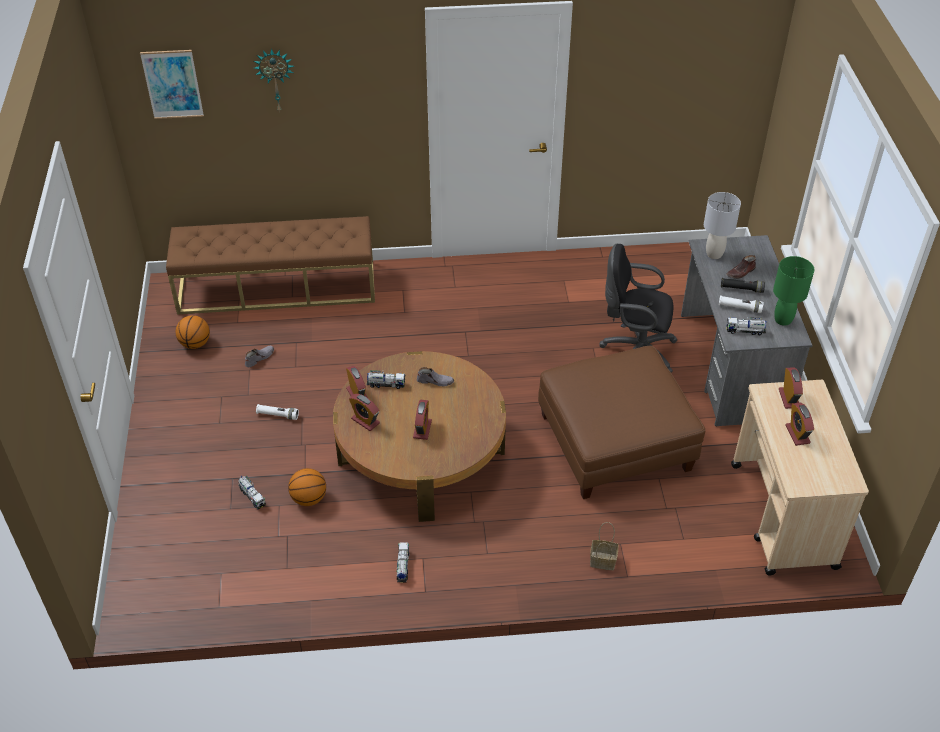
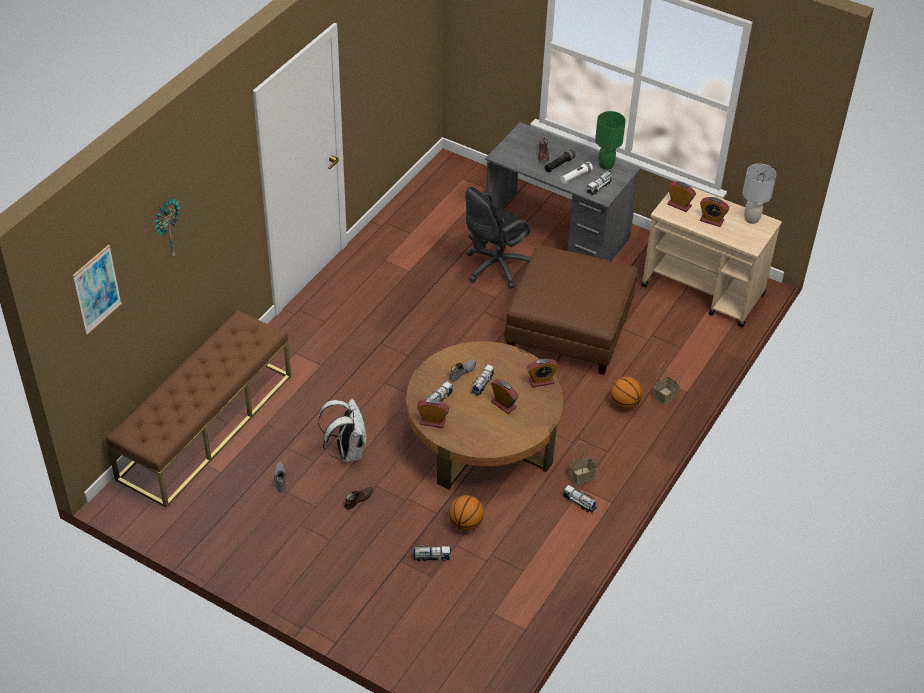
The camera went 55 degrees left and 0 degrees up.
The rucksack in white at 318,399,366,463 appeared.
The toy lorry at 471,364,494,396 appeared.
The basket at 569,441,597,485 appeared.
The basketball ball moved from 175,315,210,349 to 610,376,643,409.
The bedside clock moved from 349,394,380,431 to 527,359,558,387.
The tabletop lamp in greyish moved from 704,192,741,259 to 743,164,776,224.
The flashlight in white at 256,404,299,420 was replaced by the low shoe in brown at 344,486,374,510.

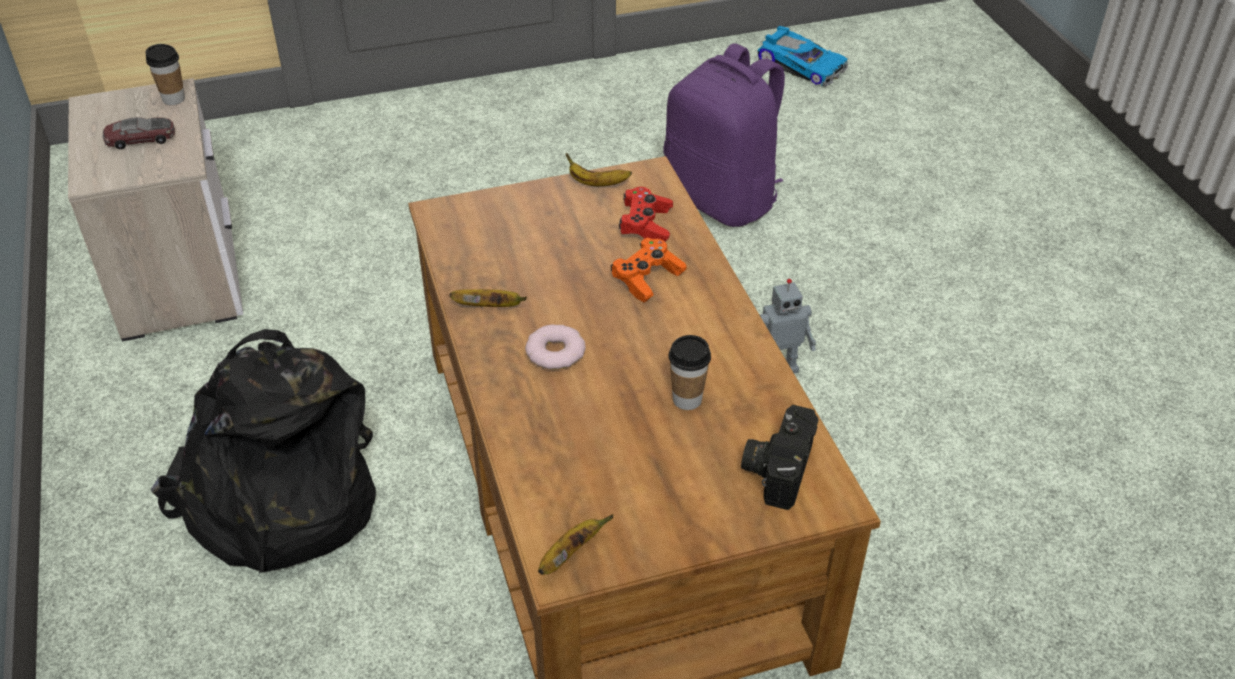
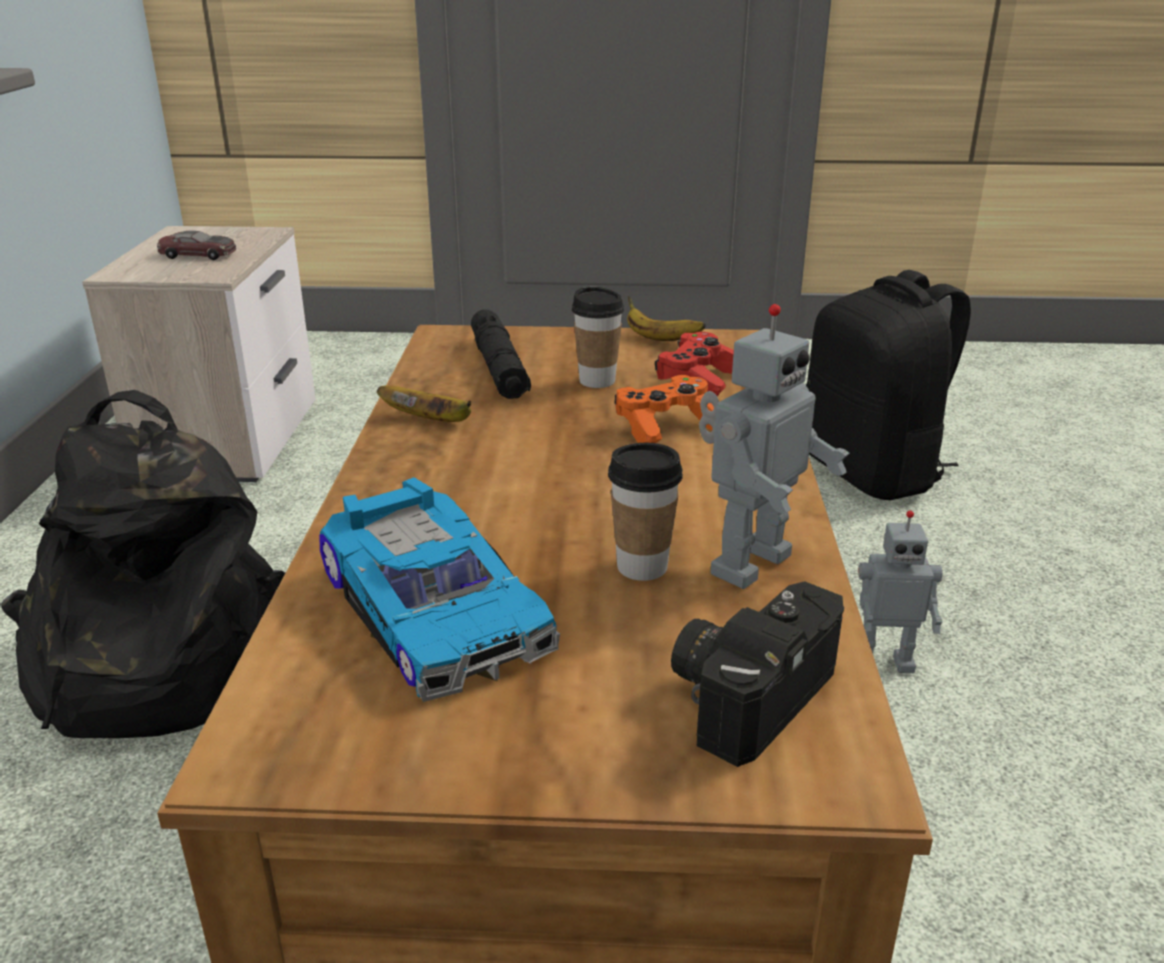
The camera went 20 degrees right and 15 degrees down.
The donut at 525,325,586,370 disappeared.
The banana fruit at 538,514,614,575 disappeared.
The flashlight in blackish at 471,309,531,399 appeared.
The toy robot at 699,304,850,589 appeared.
The small cup moved from 146,44,185,105 to 572,287,624,388.
The toy car moved from 758,26,848,87 to 319,477,560,702.
The rucksack in purplish at 664,43,785,227 became the rucksack in blackish at 806,270,971,500.

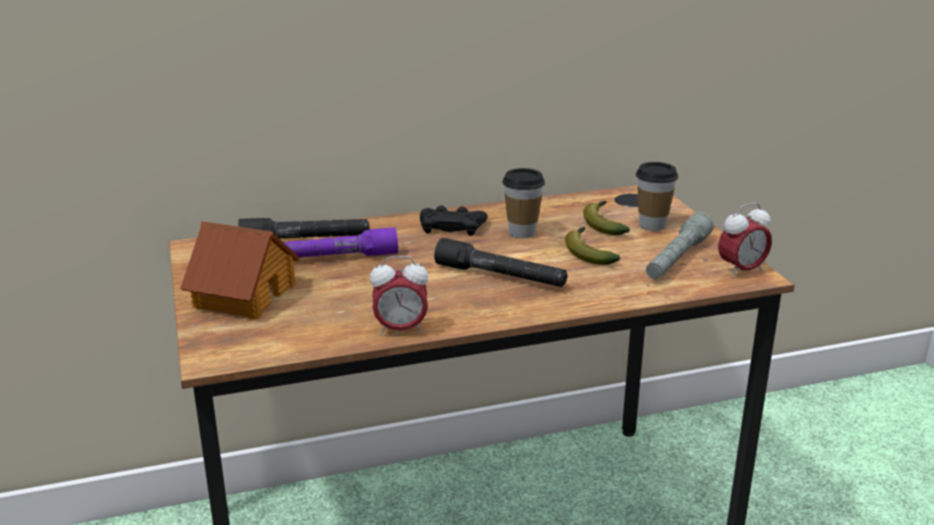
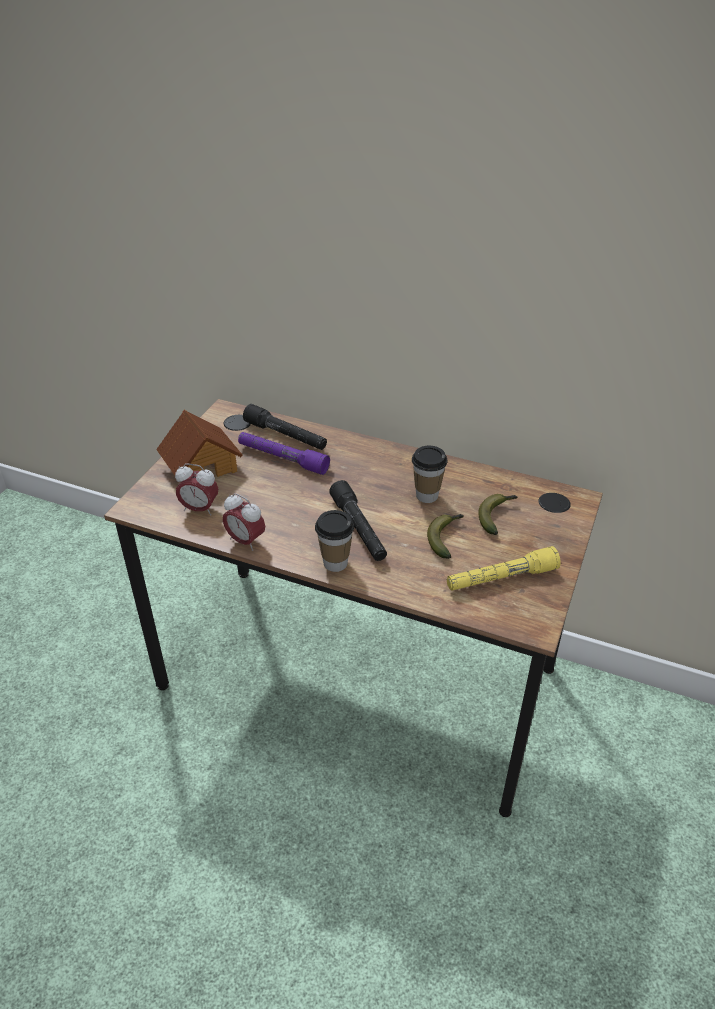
The camera went 40 degrees right and 15 degrees up.
The game controller in blackish at 420,205,487,236 disappeared.
The small cup moved from 636,162,678,231 to 315,510,354,572.
The bedside clock moved from 718,203,772,278 to 175,463,218,516.
The flashlight in greyish at 646,212,714,279 became the flashlight in yellowish at 447,546,561,591.

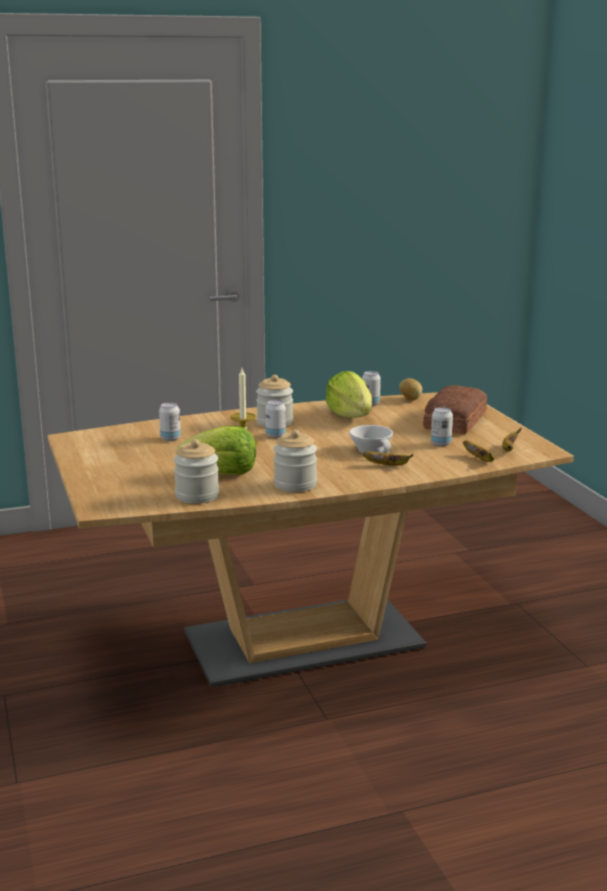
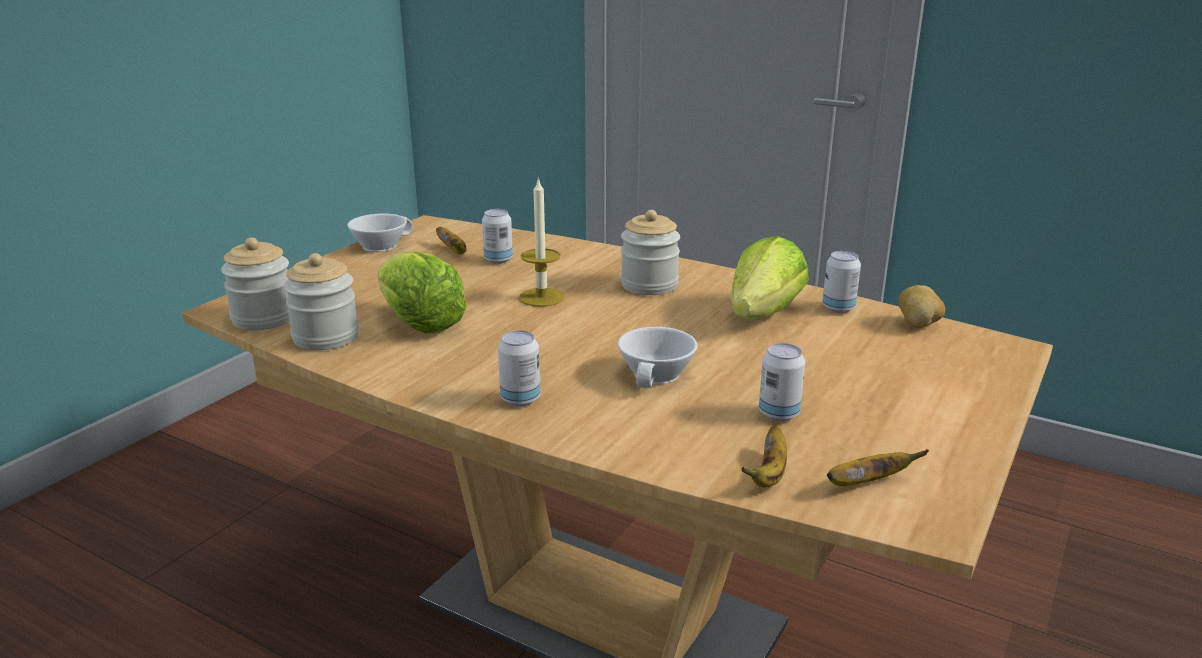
The camera went 50 degrees right and 5 degrees up.
The bread at 423,385,487,434 disappeared.
The small cup in white at 348,214,412,252 appeared.
The can moved from 265,400,286,438 to 498,330,540,406.
The jar moved from 274,430,317,492 to 221,237,290,330.
The banana fruit moved from 363,452,413,466 to 436,227,467,255.

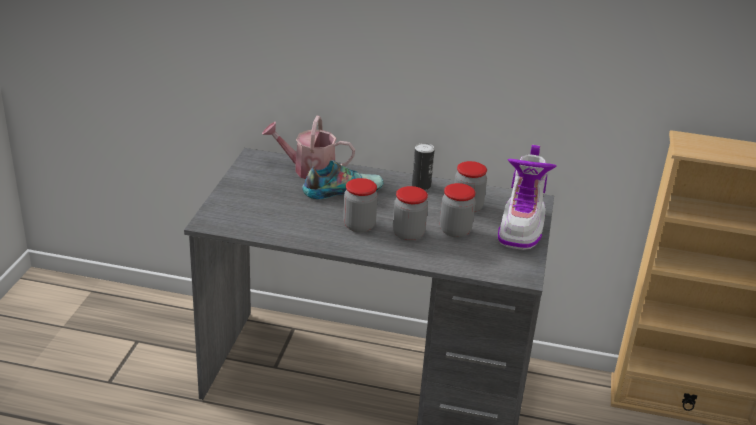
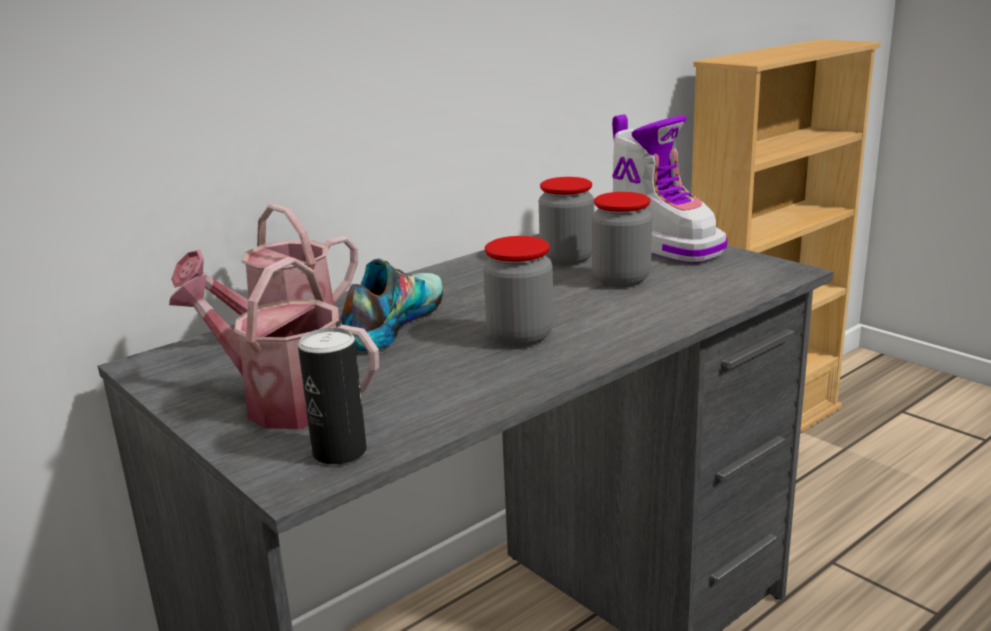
The camera went 50 degrees left and 10 degrees down.
The jar at 393,186,428,241 disappeared.
The sprinkling can at 169,257,379,429 appeared.
The can moved from 412,143,435,190 to 298,328,367,464.

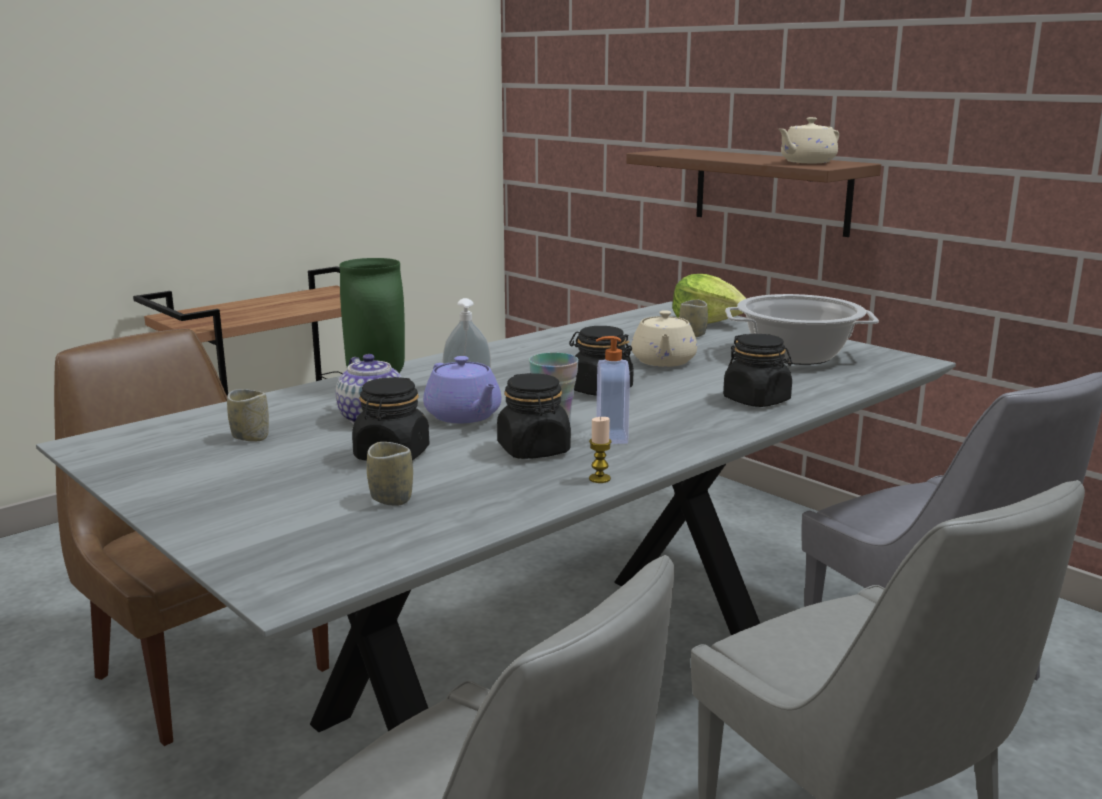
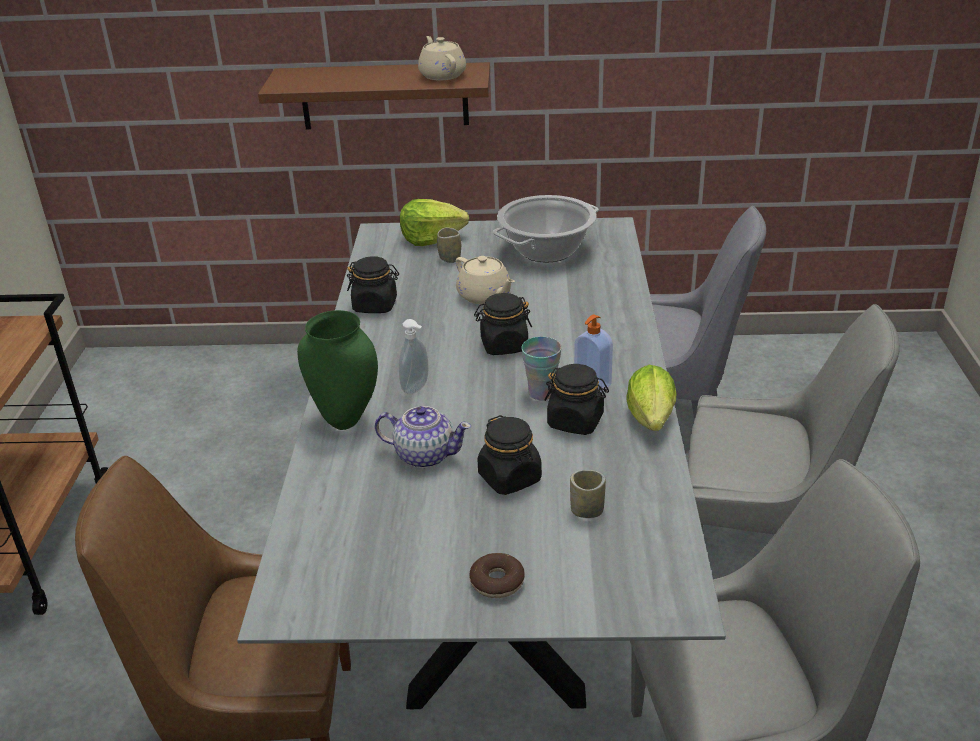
The camera went 45 degrees left and 15 degrees up.
The small cup at 227,389,269,442 disappeared.
The teapot in purplish at 423,356,502,423 disappeared.
The donut at 469,553,525,598 appeared.
The jar in blackish moved from 723,334,792,407 to 347,257,399,313.
The wax light at 589,417,612,483 was replaced by the head of lettuce at 626,365,677,431.
The teapot in beige-coloured at 778,117,839,163 turned 150 degrees clockwise.

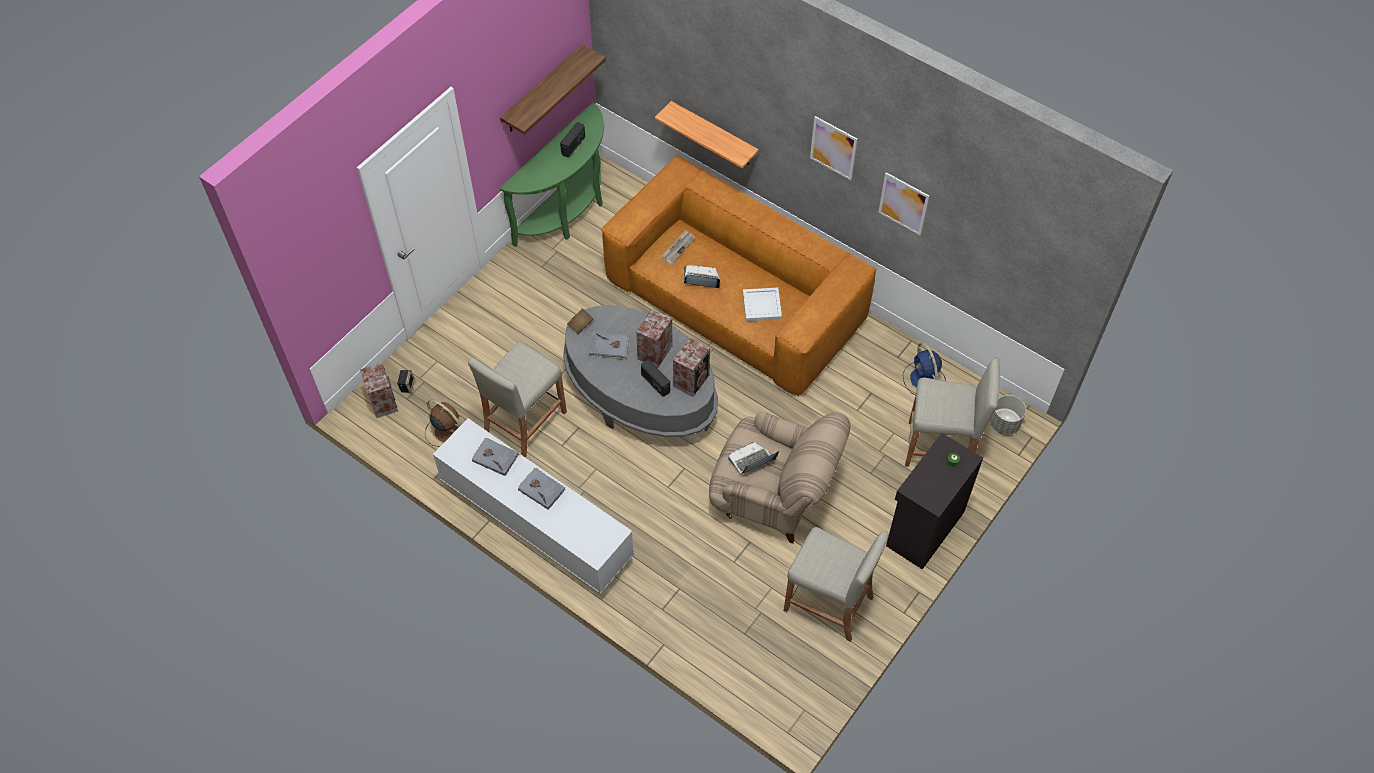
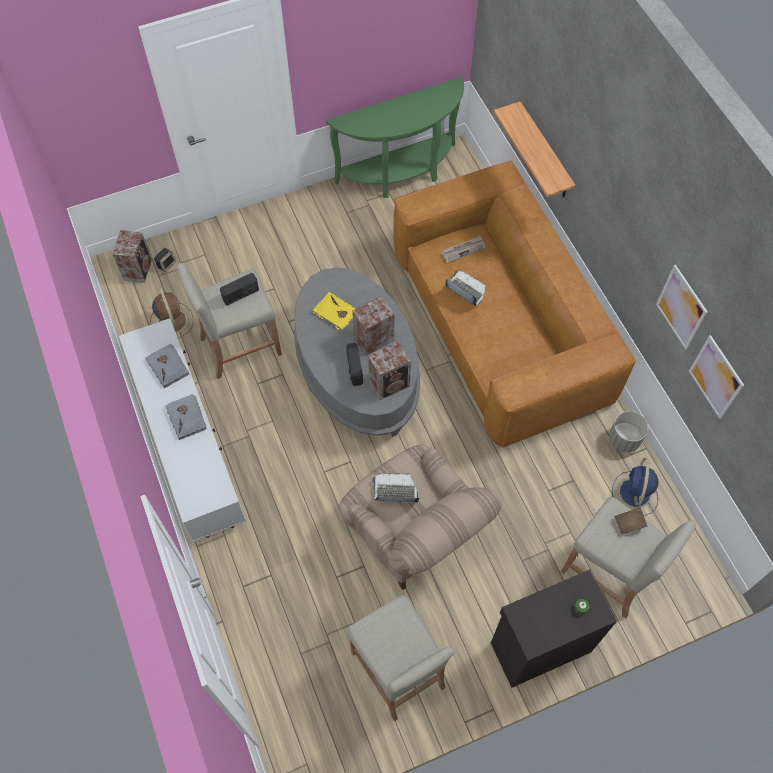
The camera went 30 degrees right and 5 degrees up.
The bracket shelf at 500,45,606,135 disappeared.
The serving tray in white at 743,288,782,321 disappeared.
The radio receiver moved from 560,122,585,158 to 220,273,259,306.
The bound book in brown moved from 567,308,594,335 to 614,508,647,534.
The picture moved from 810,116,858,180 to 689,335,744,419.
The flower pot in greyish moved from 990,395,1026,435 to 609,411,648,452.
The bound book in greyish at 589,332,629,360 became the bound book in yellowish at 312,292,356,333.

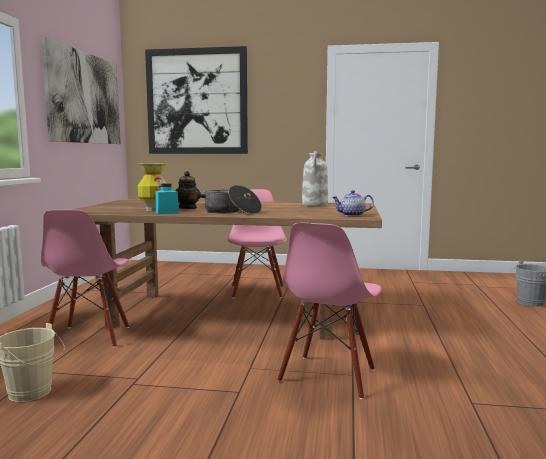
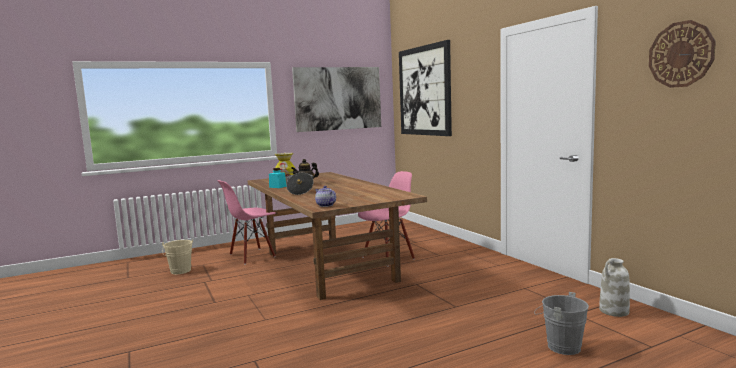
The camera went 55 degrees right and 0 degrees up.
The plain chair in pinkish at 277,223,382,399 disappeared.
The wall clock at 649,20,716,88 appeared.
The decorative vase in white moved from 302,151,328,207 to 599,258,630,317.

